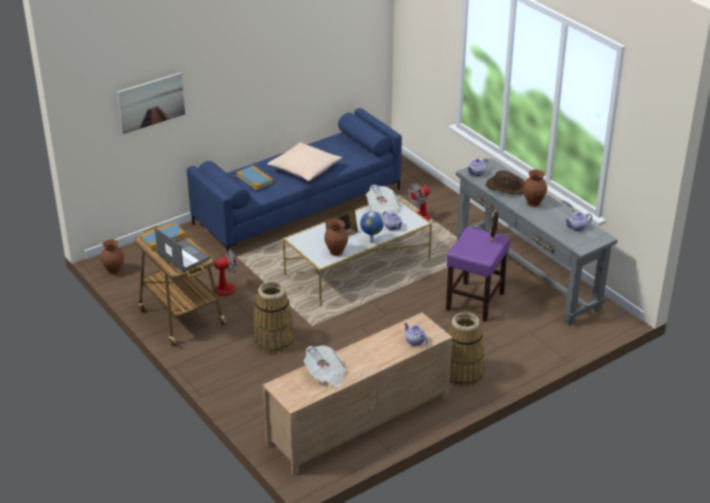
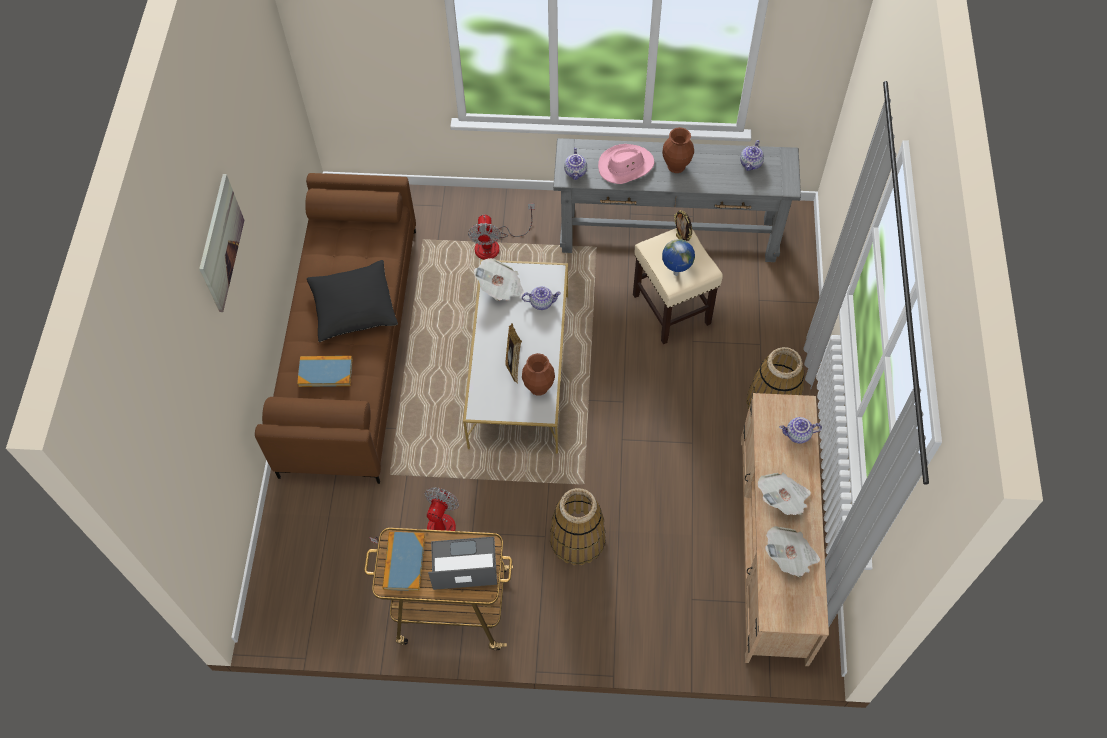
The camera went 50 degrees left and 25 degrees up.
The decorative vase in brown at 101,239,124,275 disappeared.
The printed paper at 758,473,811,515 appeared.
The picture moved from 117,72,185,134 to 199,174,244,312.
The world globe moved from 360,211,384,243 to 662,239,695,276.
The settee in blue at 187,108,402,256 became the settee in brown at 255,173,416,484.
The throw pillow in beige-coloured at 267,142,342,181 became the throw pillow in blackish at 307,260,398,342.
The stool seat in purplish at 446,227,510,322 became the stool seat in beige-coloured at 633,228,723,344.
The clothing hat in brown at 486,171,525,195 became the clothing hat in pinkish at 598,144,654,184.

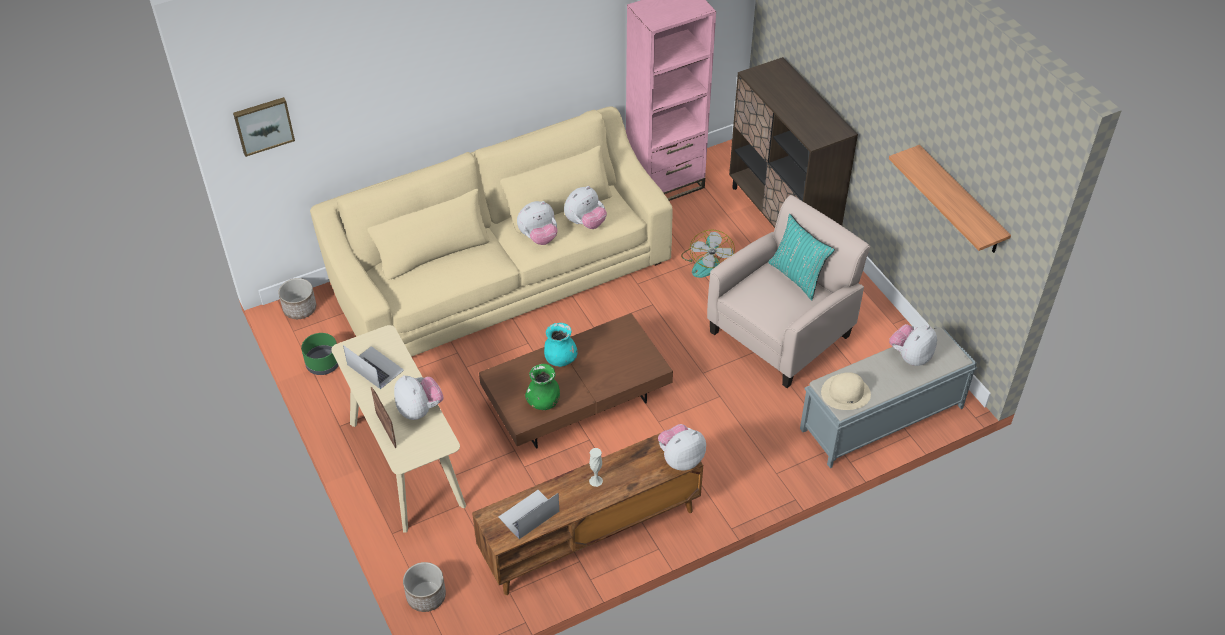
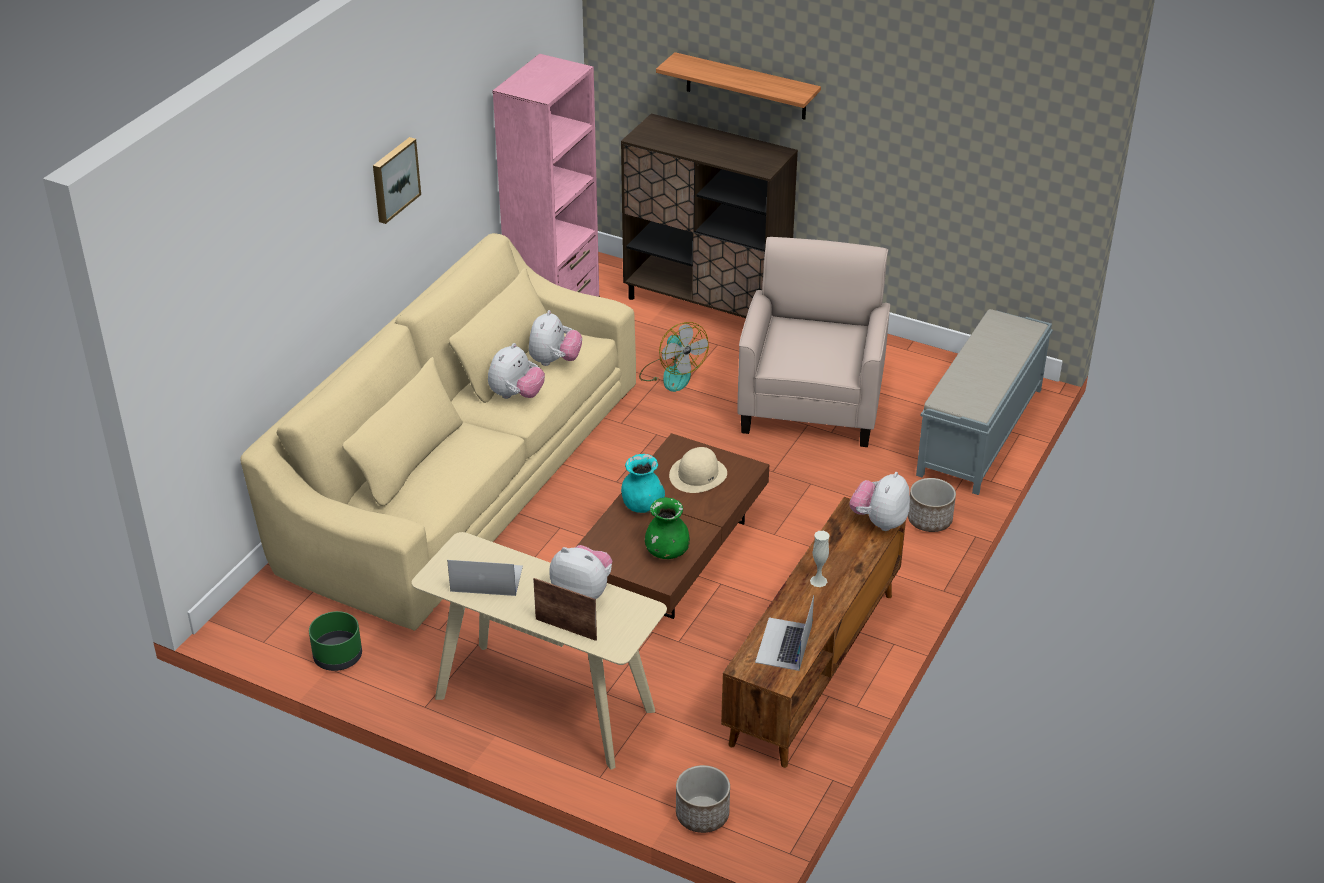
The camera went 35 degrees left and 10 degrees down.
The throw pillow in turquoise at 768,214,835,300 disappeared.
The soft toy at 889,324,937,366 disappeared.
The picture moved from 233,97,295,157 to 373,137,421,224.
The flower pot moved from 278,278,316,319 to 908,478,956,532.
The clothing hat in beige-coloured moved from 821,372,871,410 to 669,447,727,493.
The bracket shelf moved from 889,145,1011,253 to 656,52,821,120.

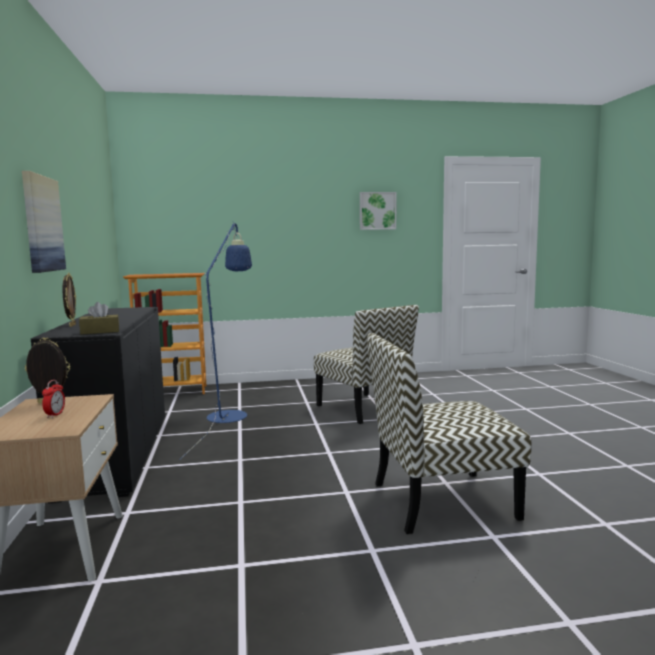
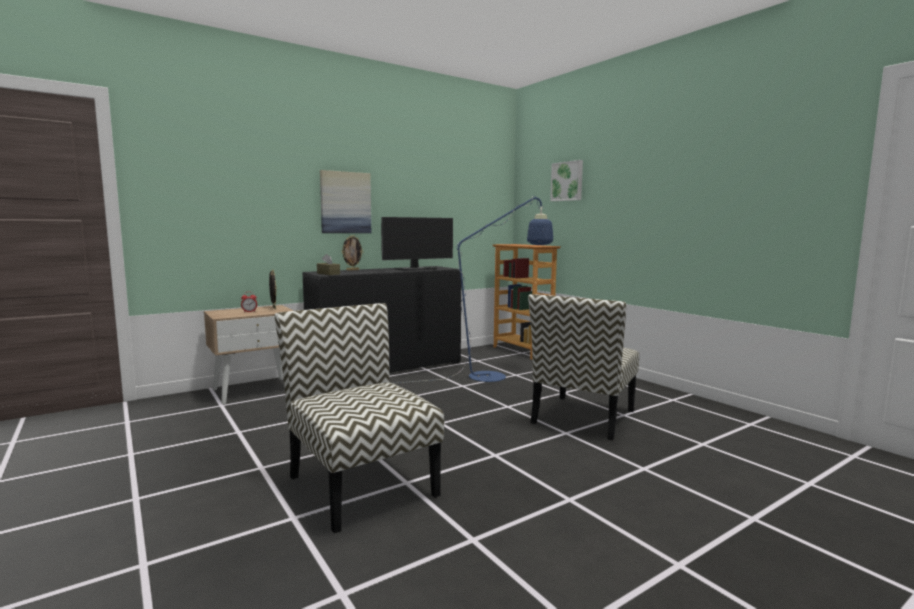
The camera went 65 degrees right and 0 degrees up.
The computer display at 381,217,453,271 appeared.
The picture moved from 360,192,396,230 to 550,160,583,201.

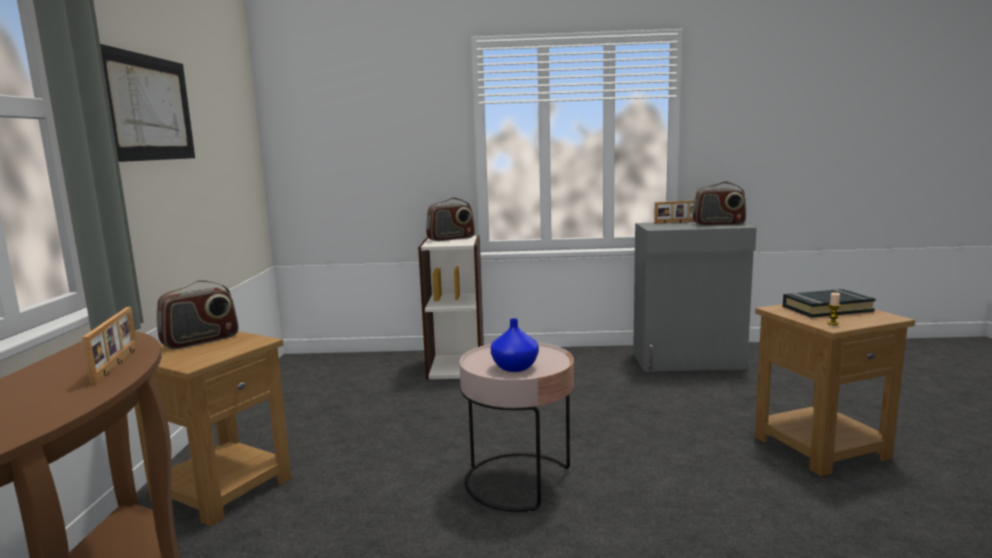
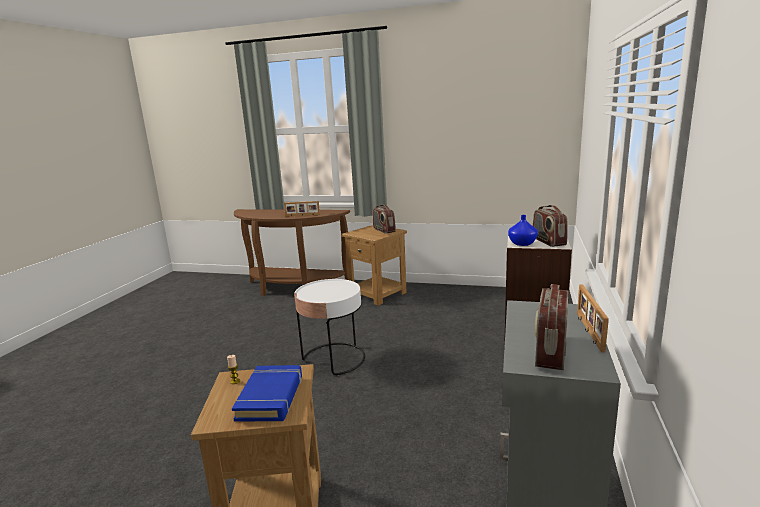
The camera went 105 degrees right and 5 degrees up.
The picture at 100,44,195,162 disappeared.
The decorative vase in blue moved from 491,318,539,372 to 508,215,538,246.
The end table in pinkish at 459,342,574,512 became the end table in white at 294,279,365,375.
The bound book in blackish at 783,289,876,317 became the bound book in blue at 232,365,302,422.

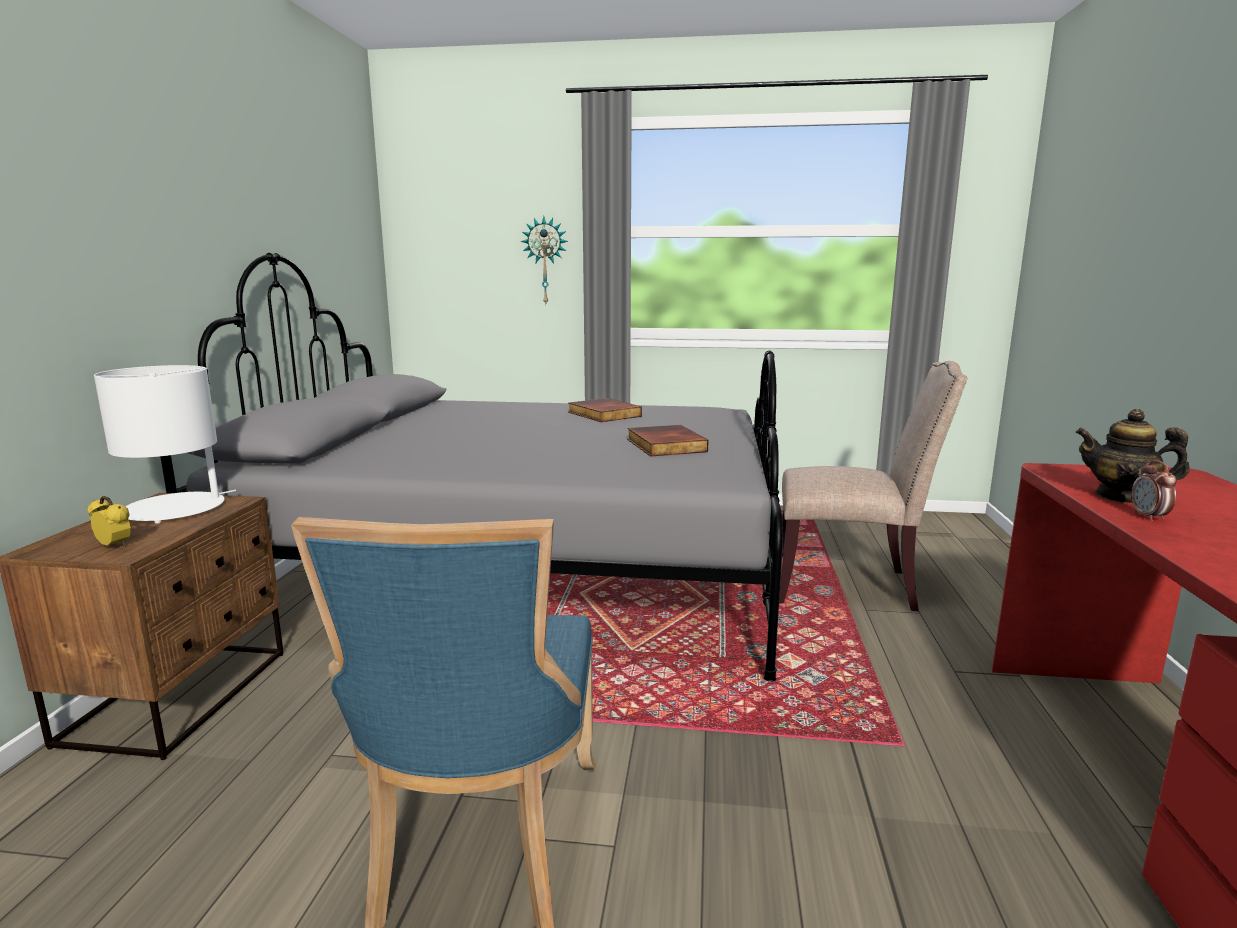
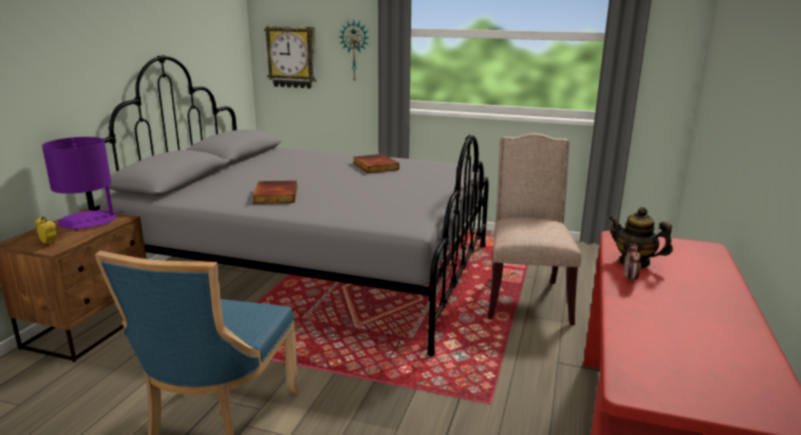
The camera went 10 degrees right and 5 degrees up.
The wall clock at 264,26,317,89 appeared.
The bound book moved from 627,425,709,457 to 253,180,297,204.
The tabletop lamp in white at 94,365,236,524 became the tabletop lamp in purplish at 42,137,124,231.
The plain chair in beige-coloured at 779,361,967,611 turned 105 degrees counterclockwise.

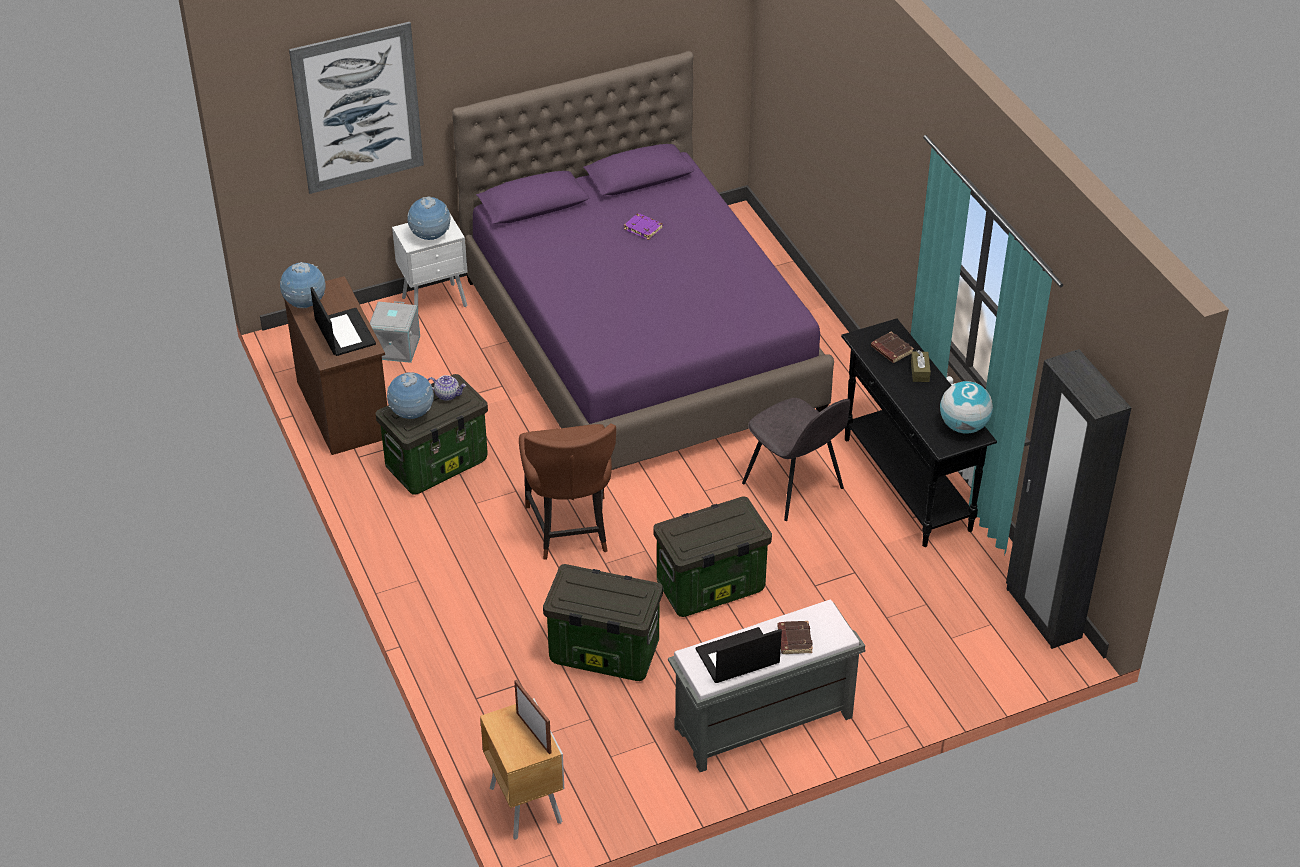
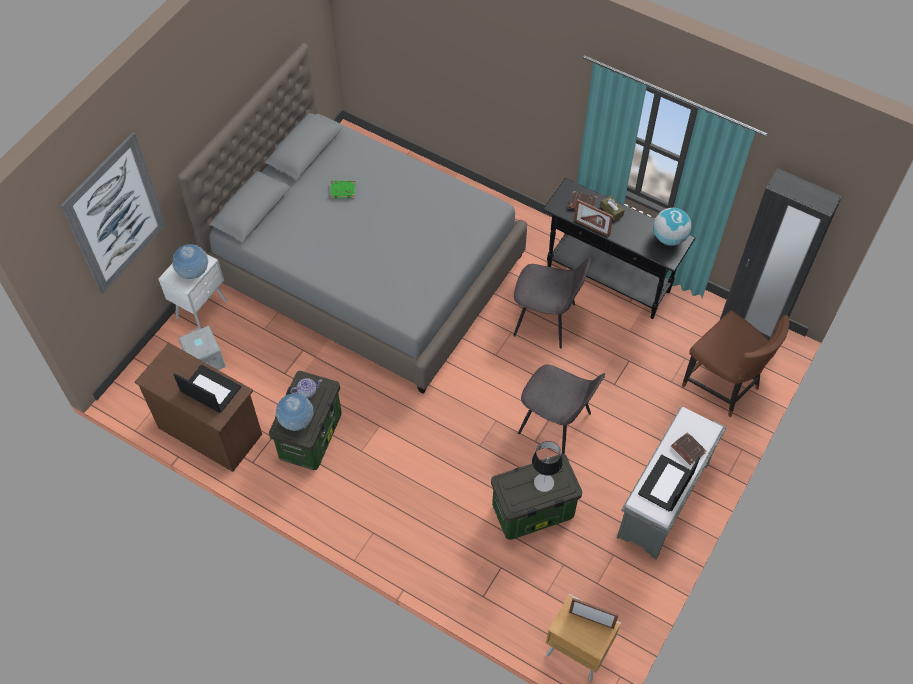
The camera went 35 degrees left and 15 degrees up.
The world globe at 280,262,326,308 disappeared.
The tabletop lamp at 532,441,563,492 appeared.
The photo frame at 574,199,613,237 appeared.
The plain chair in brown moved from 519,423,616,560 to 682,311,790,417.
The storage bin at 653,496,772,617 was replaced by the plain chair in greyish at 518,365,605,454.
The bedroom bed in purplish at 452,51,834,470 became the bedroom bed in greyish at 177,43,527,394.
The bound book in purplish at 624,213,663,240 became the bound book in green at 330,181,355,199.

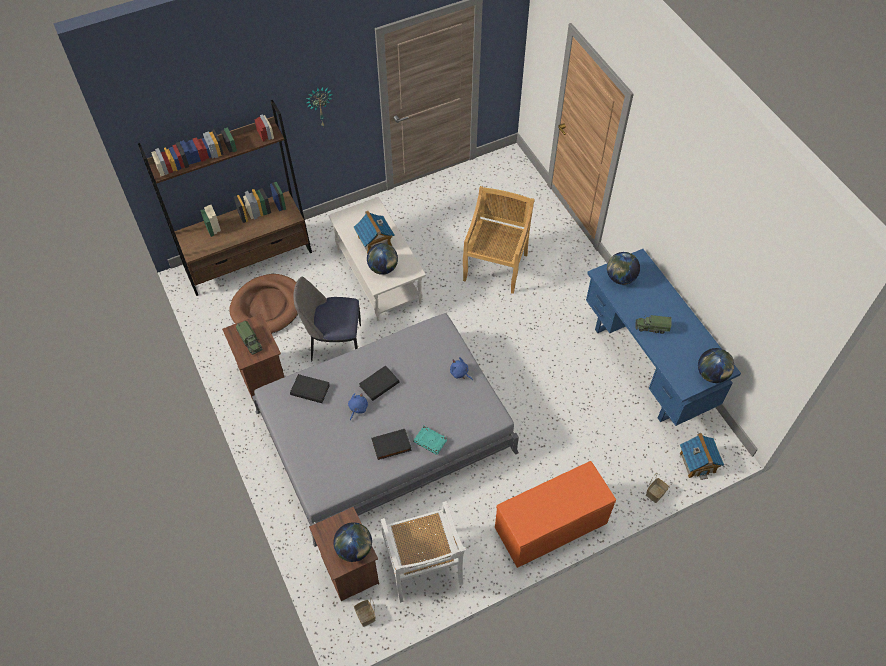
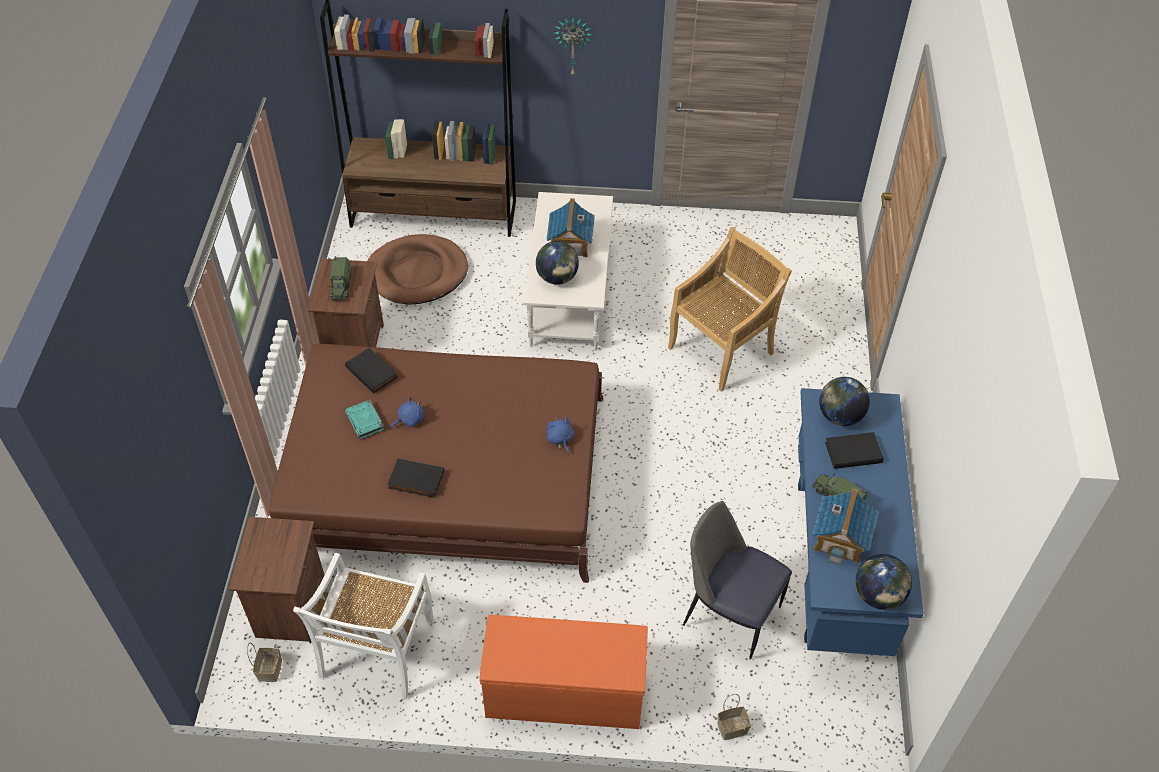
The camera went 30 degrees right and 5 degrees down.
The world globe at 333,522,372,562 disappeared.
The plain chair moved from 293,276,361,361 to 683,501,792,660.
The bound book in blackish moved from 359,366,399,401 to 825,432,884,469.
The bound book in turquoise moved from 413,426,447,455 to 345,400,384,439.
The toy house moved from 680,433,724,480 to 812,488,879,564.
The bedroom bed in greyish at 252,313,519,547 became the bedroom bed in brown at 269,344,603,583.

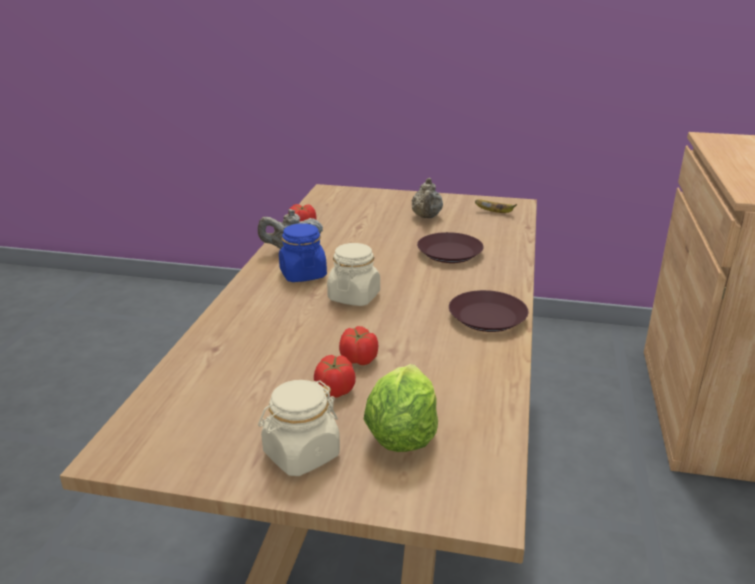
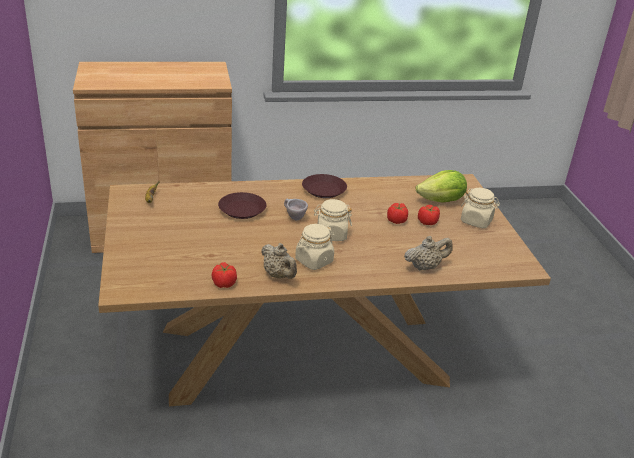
The camera went 115 degrees left and 5 degrees up.
The small cup in beige-coloured at 284,199,308,220 appeared.
The teapot in beige-coloured moved from 411,178,443,218 to 404,236,453,271.
The jar in blue at 279,223,327,282 became the jar in beige-coloured at 295,224,334,270.

